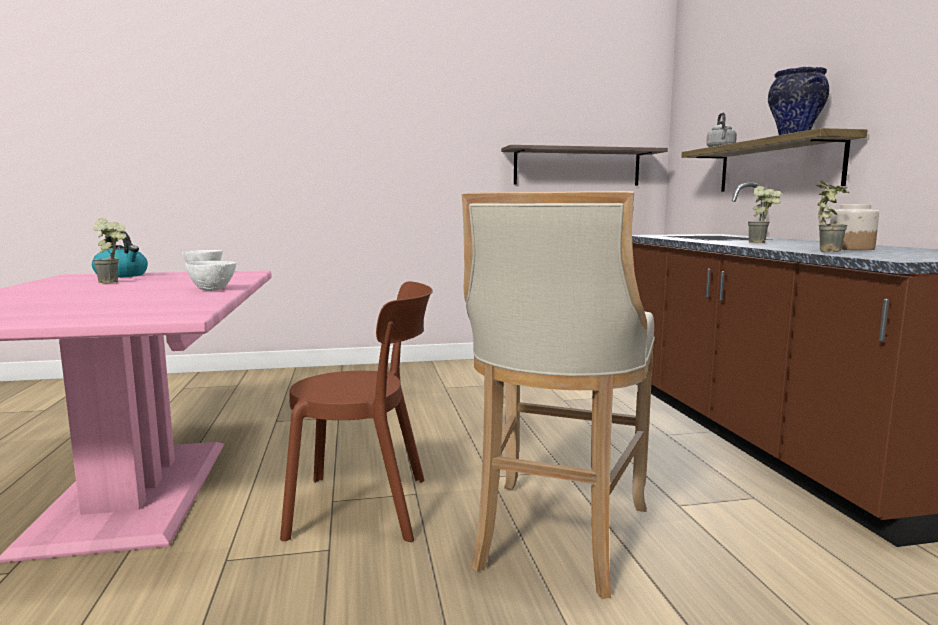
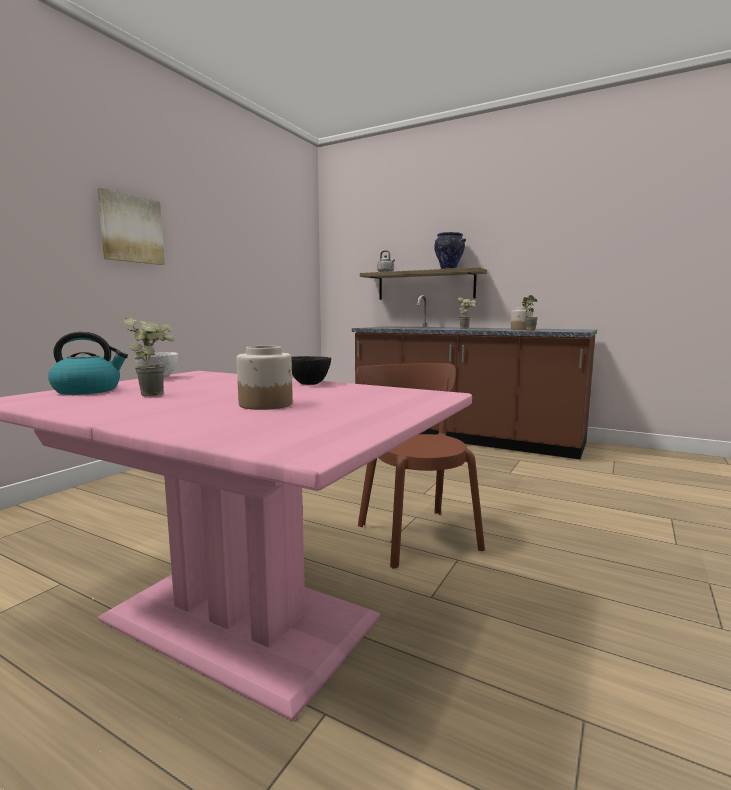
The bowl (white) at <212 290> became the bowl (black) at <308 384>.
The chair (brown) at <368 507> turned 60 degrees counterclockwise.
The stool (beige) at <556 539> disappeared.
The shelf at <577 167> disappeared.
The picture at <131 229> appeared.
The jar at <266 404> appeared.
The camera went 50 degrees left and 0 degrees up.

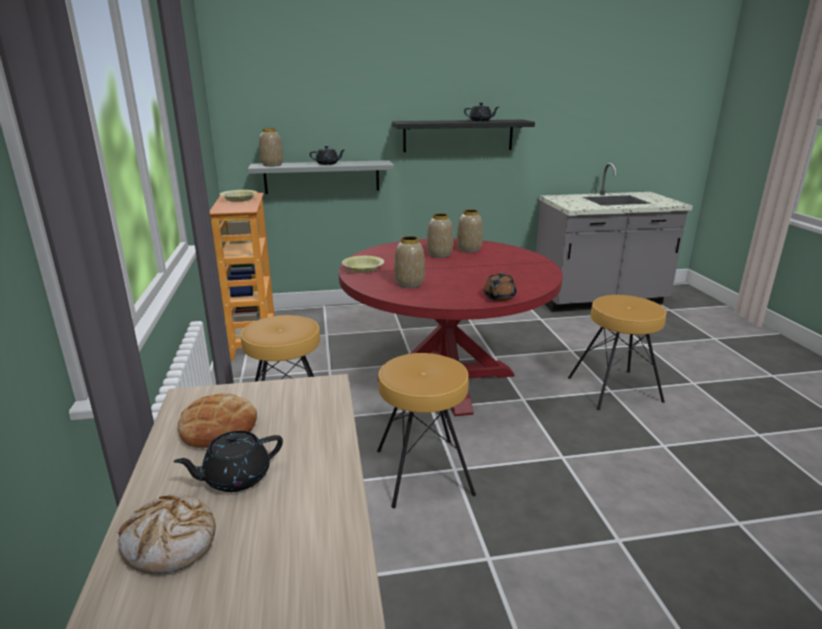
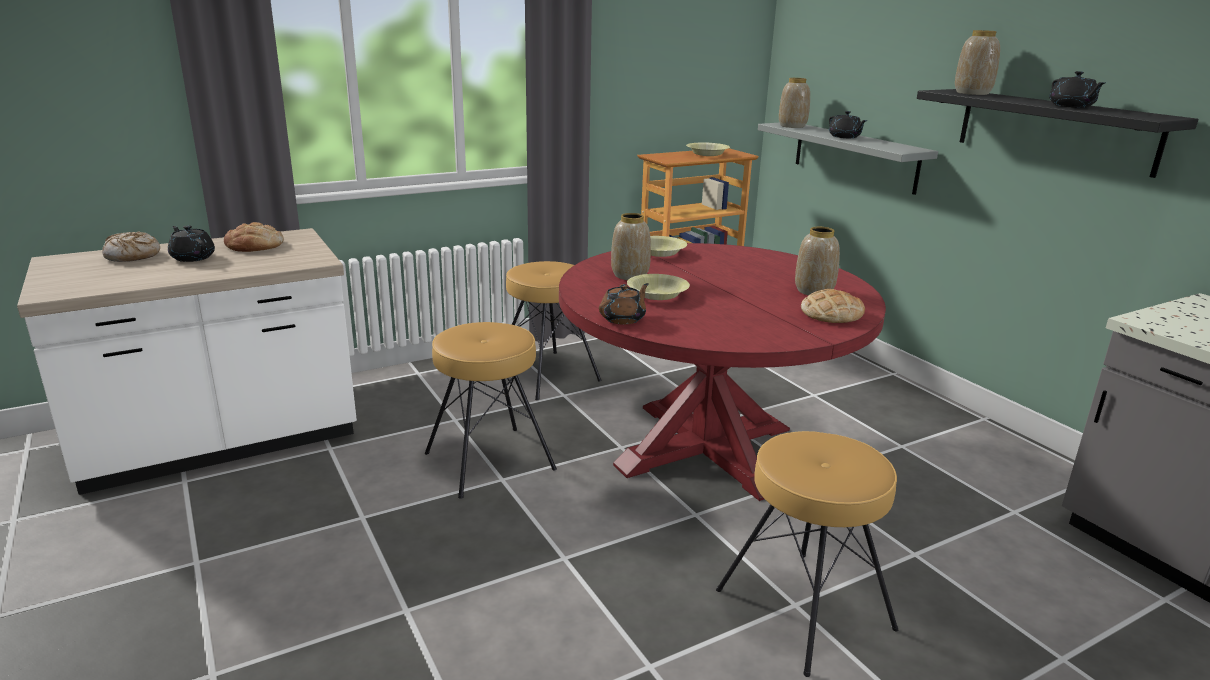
The vase moved from <439 255> to <972 93>.
The teapot (brown) at <499 297> turned 120 degrees clockwise.
The bowl (yellow) at <657 295> appeared.
The bread at <831 314> appeared.
The camera went 70 degrees right and 0 degrees up.

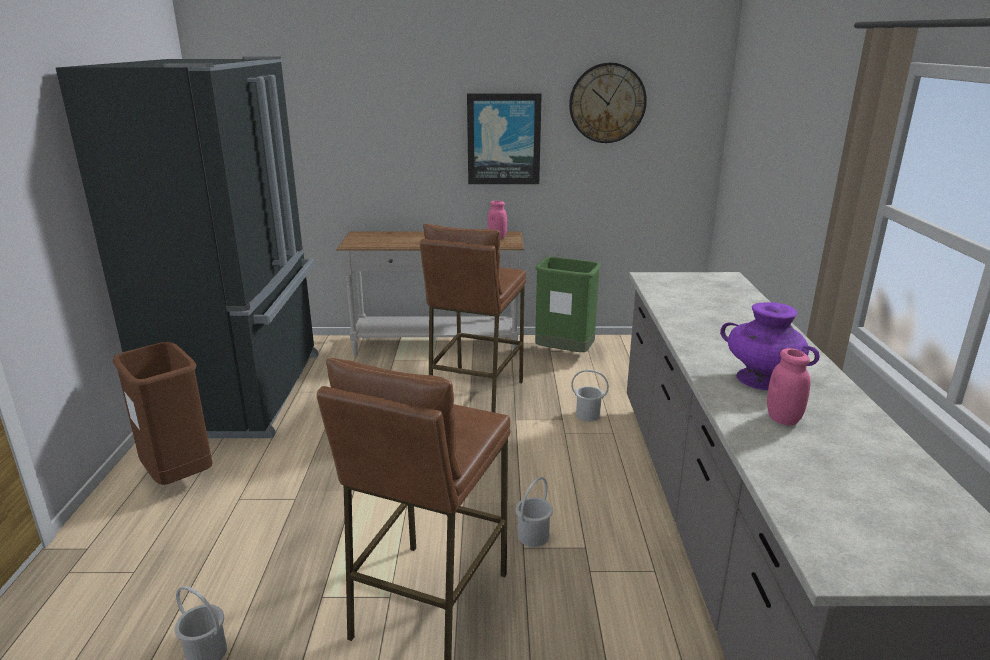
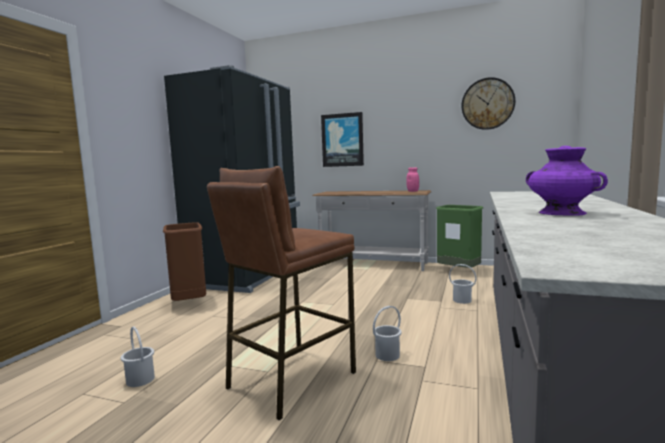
The stool (brown) at <475 395> disappeared.
The picture moved from <503 139> to <342 140>.
The jar (pink) at <783 419> disappeared.
The camera went 20 degrees right and 15 degrees down.

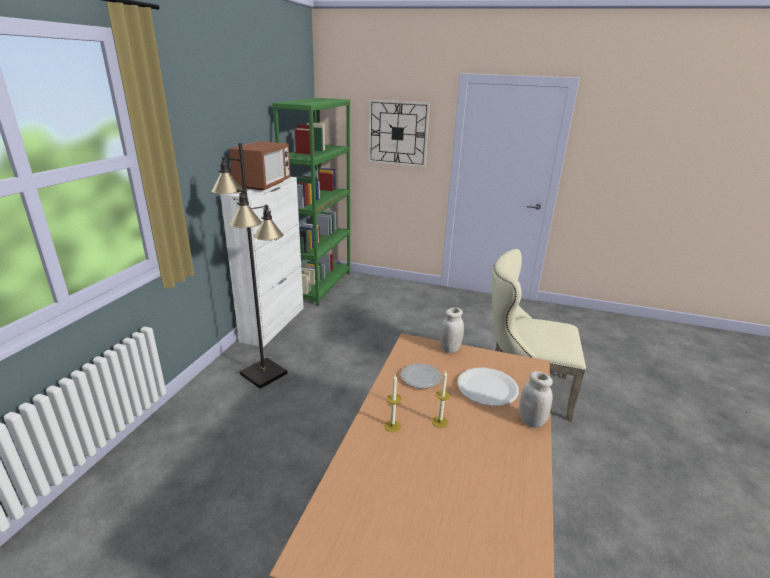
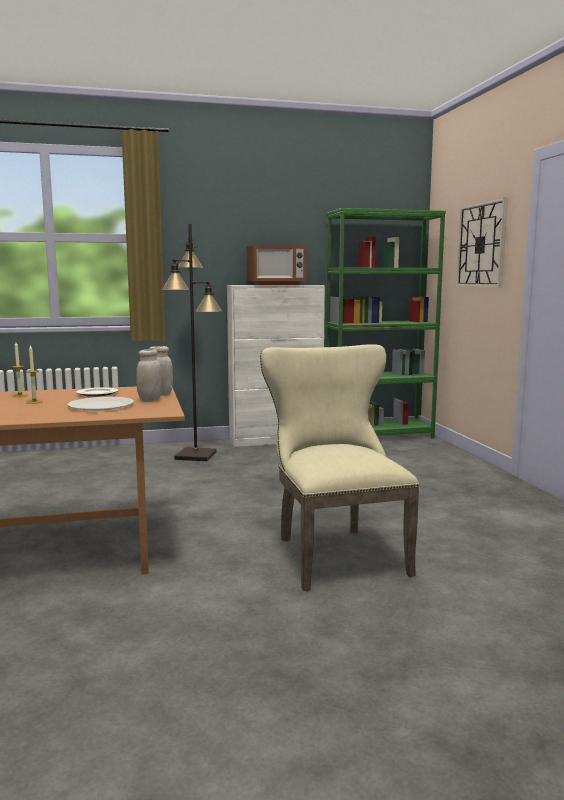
The jar (white) moved from <531 421> to <150 400>.
The camera went 60 degrees right and 15 degrees down.

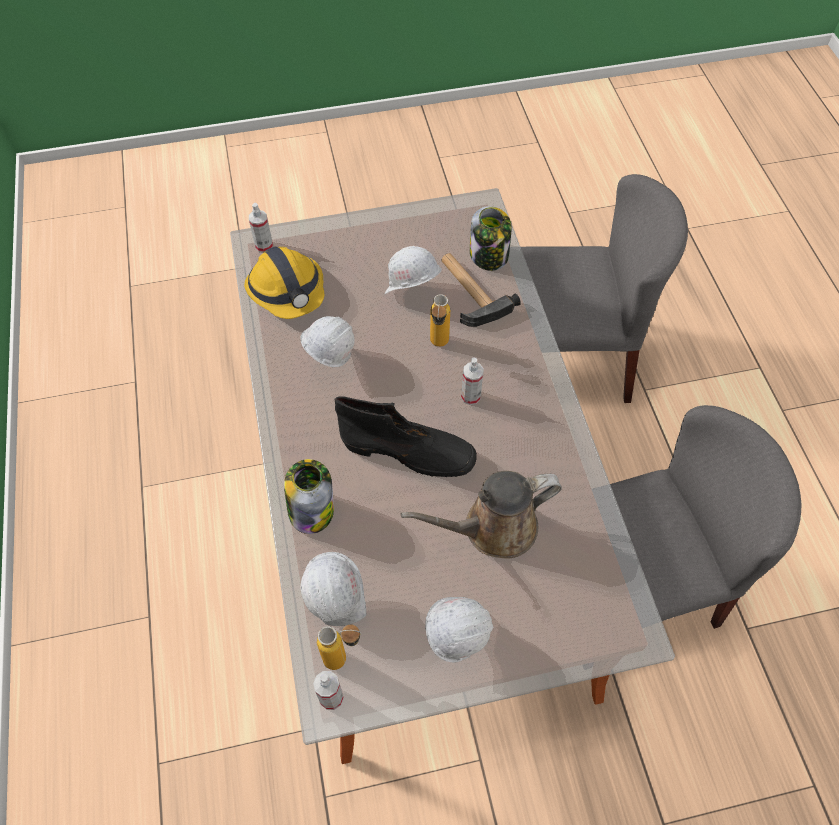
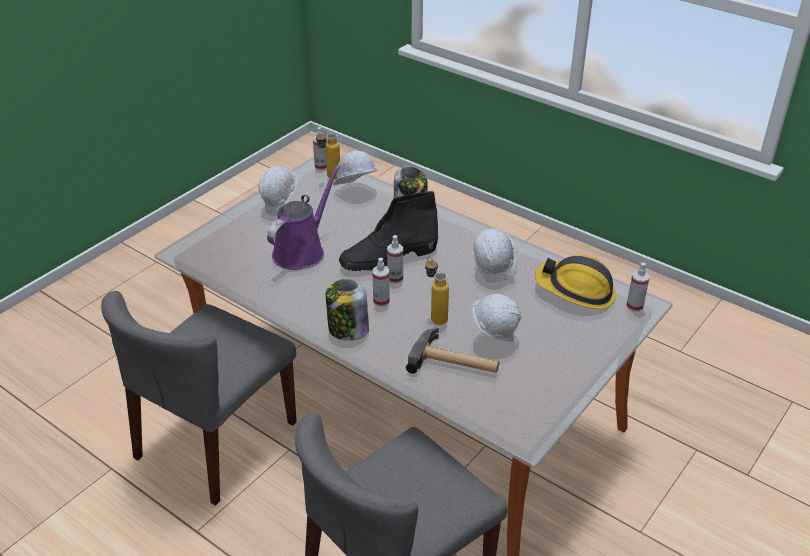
The watering can (brown) at <493 528> became the watering can (purple) at <302 251>.
The jar moved from <489 256> to <347 330>.
The spray bottle at <395 278> appeared.
The camera went 140 degrees right and 20 degrees down.

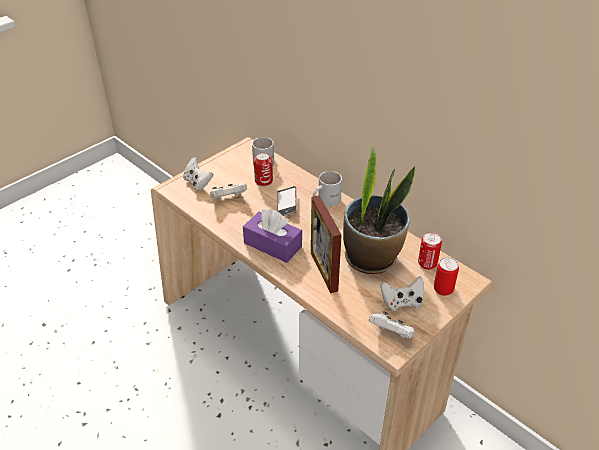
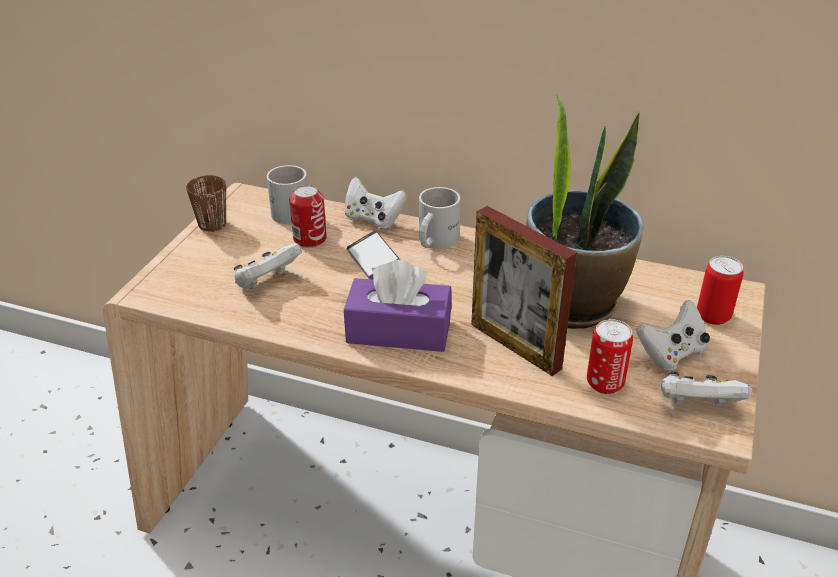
The game controller (white) moved from <197 183> to <373 219>.
The can moved from <427 264> to <604 383>.
The mug (brown) at <213 229> appeared.
The camera went 25 degrees left and 5 degrees down.

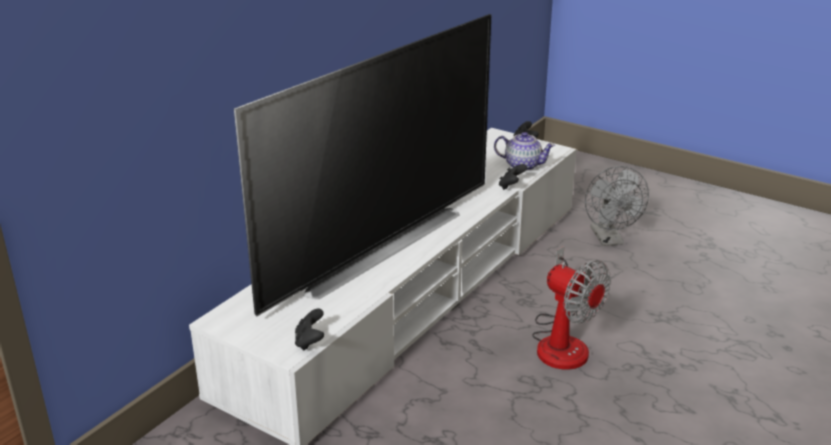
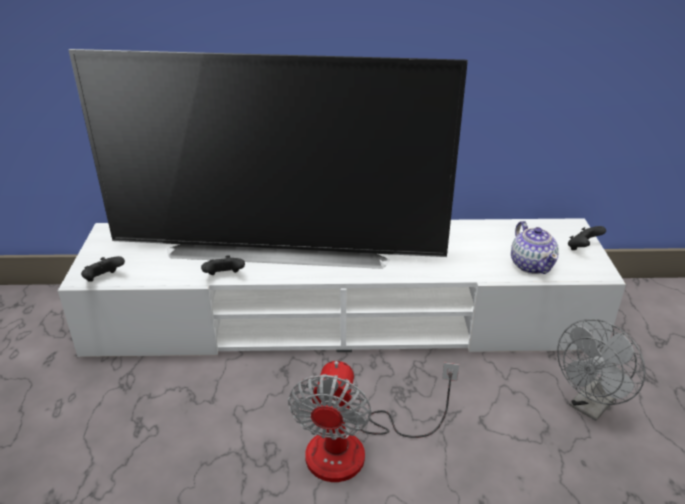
The game controller (black) moved from <511 186> to <224 276>.
The camera went 55 degrees right and 5 degrees up.

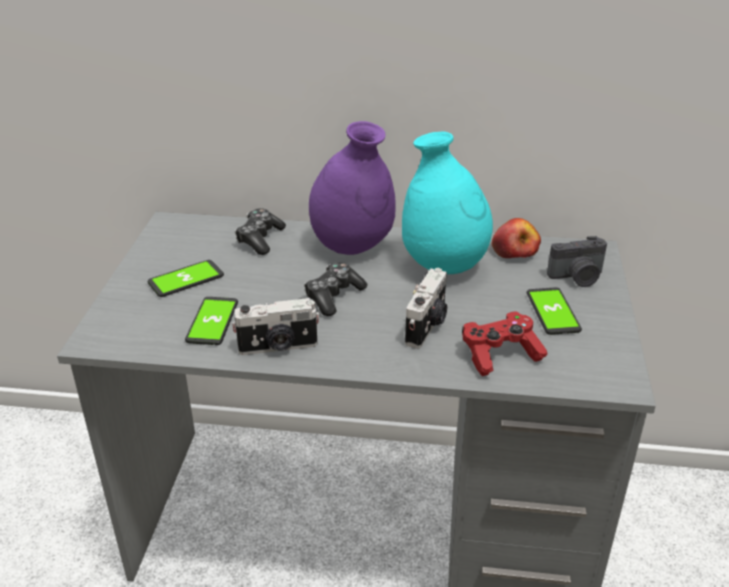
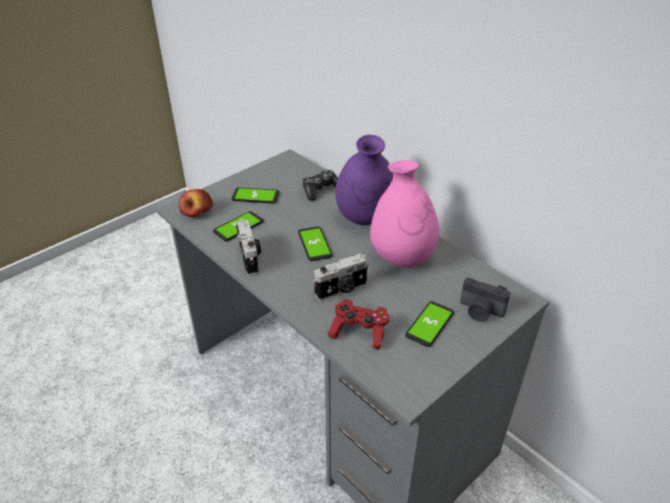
The photo camera at <278 347> turned 135 degrees counterclockwise.
The game controller at <333 296> was replaced by the phone at <315 244>.
The vase (turquoise) at <444 266> became the vase (pink) at <402 258>.
The apple moved from <515 250> to <197 211>.
The camera went 40 degrees right and 5 degrees up.

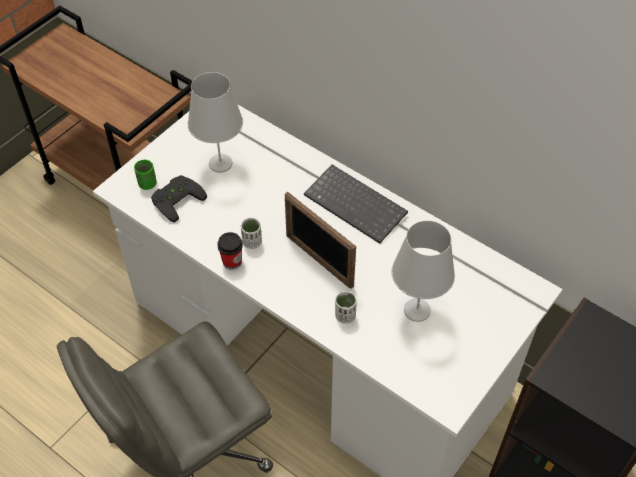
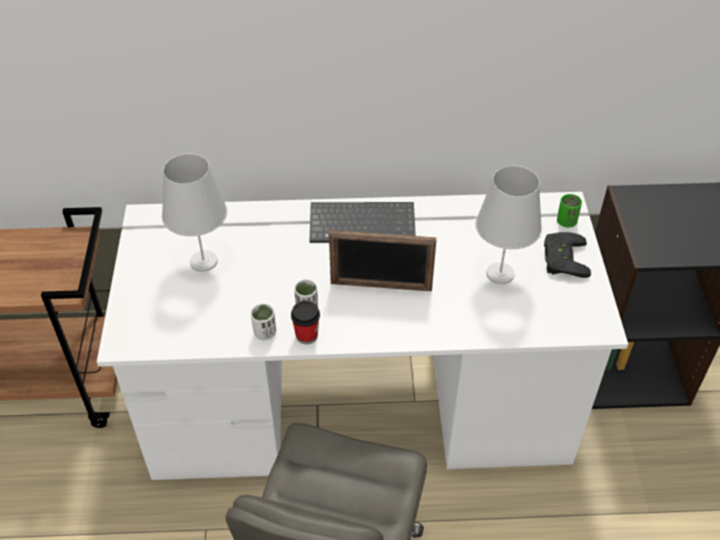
The cup (green) moved from <147 184> to <566 222>.
The game controller (black) moved from <176 199> to <561 258>.
The cup (white) moved from <345 316> to <265 333>.
The camera went 40 degrees left and 5 degrees down.

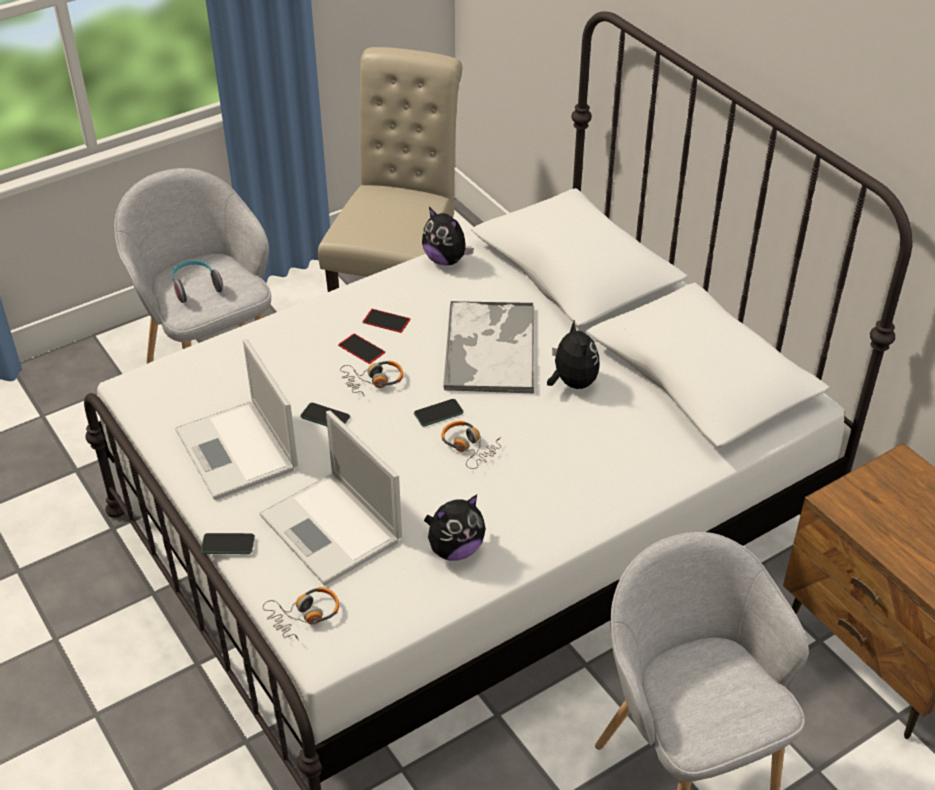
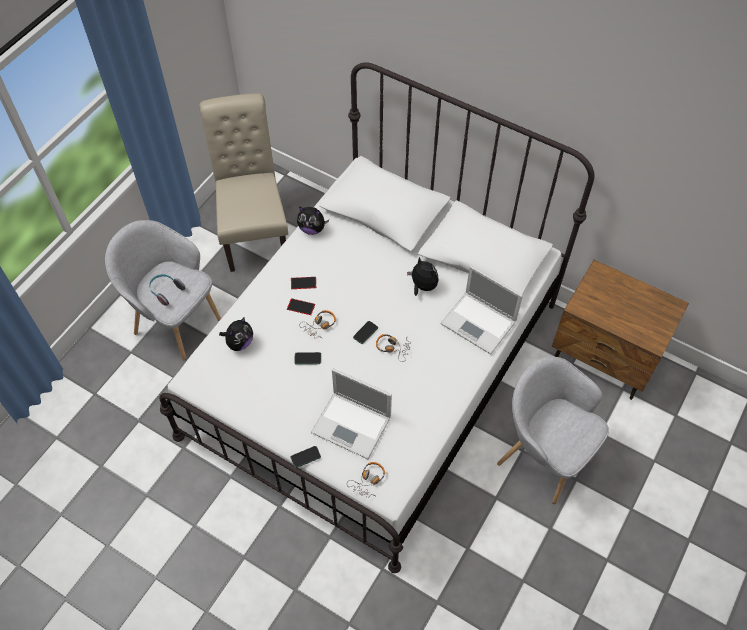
The laptop moved from <238 451> to <479 323>.
The plush toy moved from <455 549> to <239 343>.
The tray at <490 347> disappeared.
The camera went 25 degrees left and 15 degrees up.

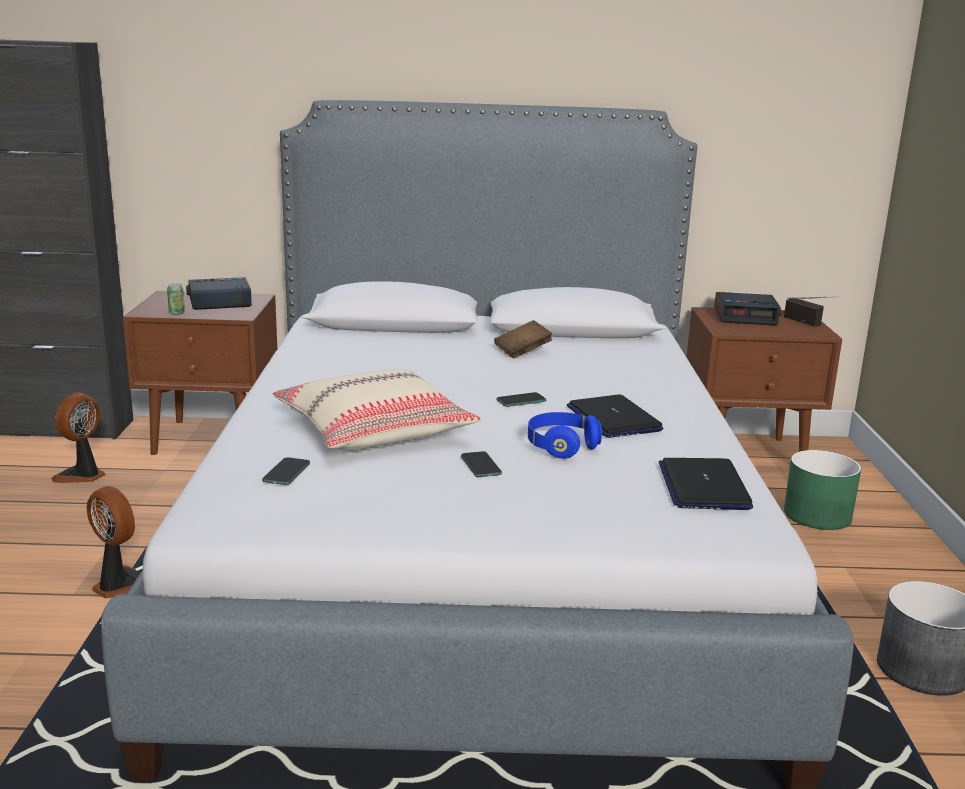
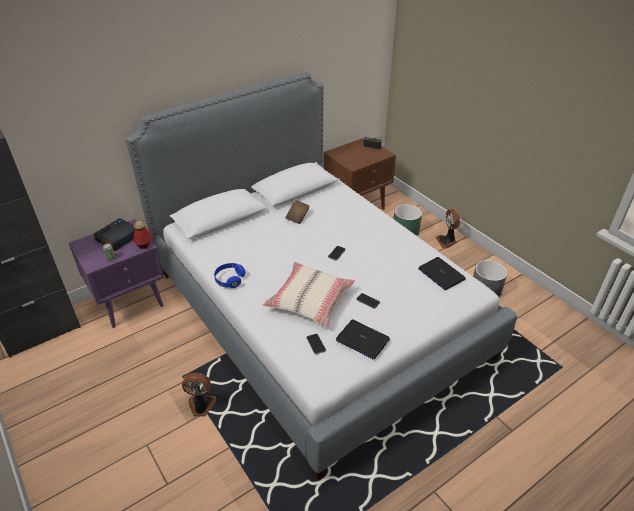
The fan moved from <82 475> to <447 241>.
The nightstand (brown) at <213 439> became the nightstand (purple) at <131 302>.
The headphones (blue) moved from <561 446> to <229 280>.
The laptop moved from <613 418> to <362 340>.
The alarm clock at <745 316> disappeared.
The bottle at <144 244> appeared.
The camera went 35 degrees left and 20 degrees up.

